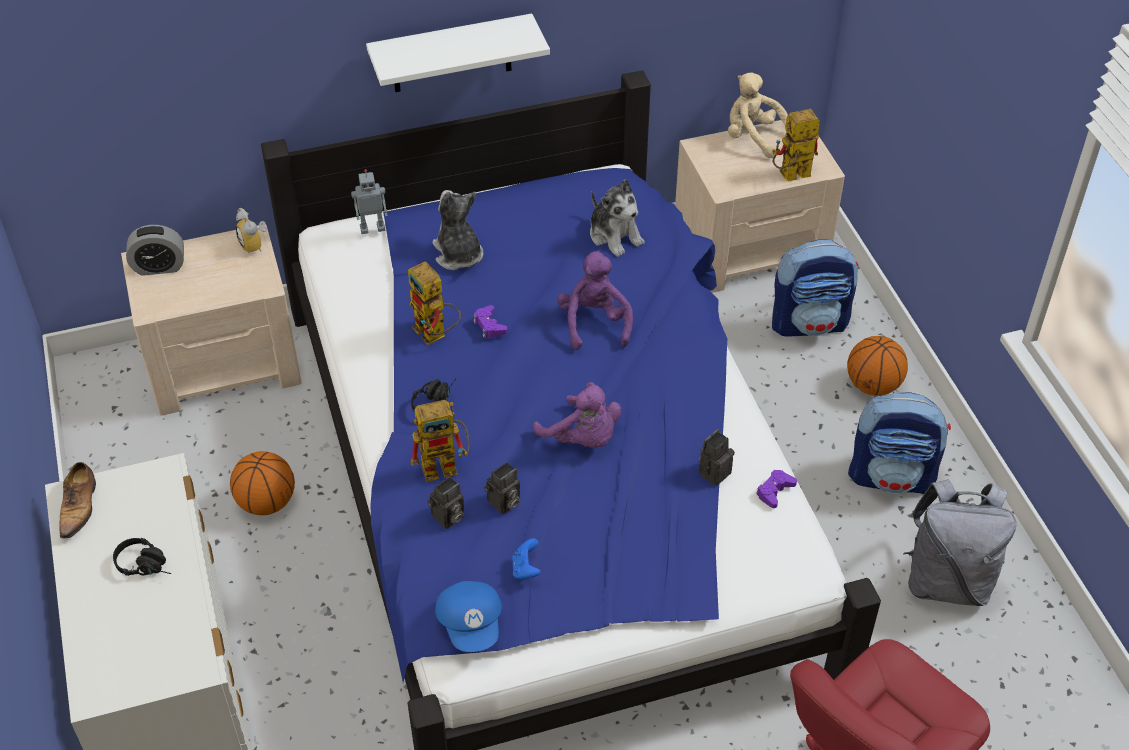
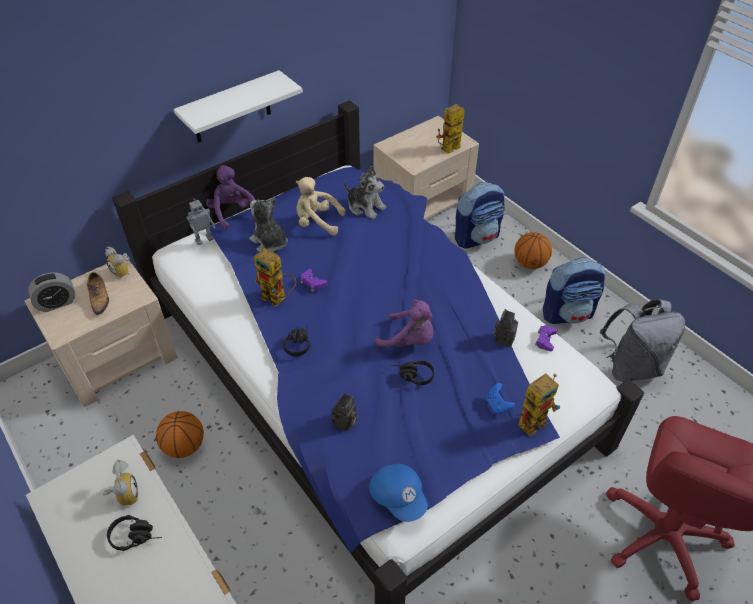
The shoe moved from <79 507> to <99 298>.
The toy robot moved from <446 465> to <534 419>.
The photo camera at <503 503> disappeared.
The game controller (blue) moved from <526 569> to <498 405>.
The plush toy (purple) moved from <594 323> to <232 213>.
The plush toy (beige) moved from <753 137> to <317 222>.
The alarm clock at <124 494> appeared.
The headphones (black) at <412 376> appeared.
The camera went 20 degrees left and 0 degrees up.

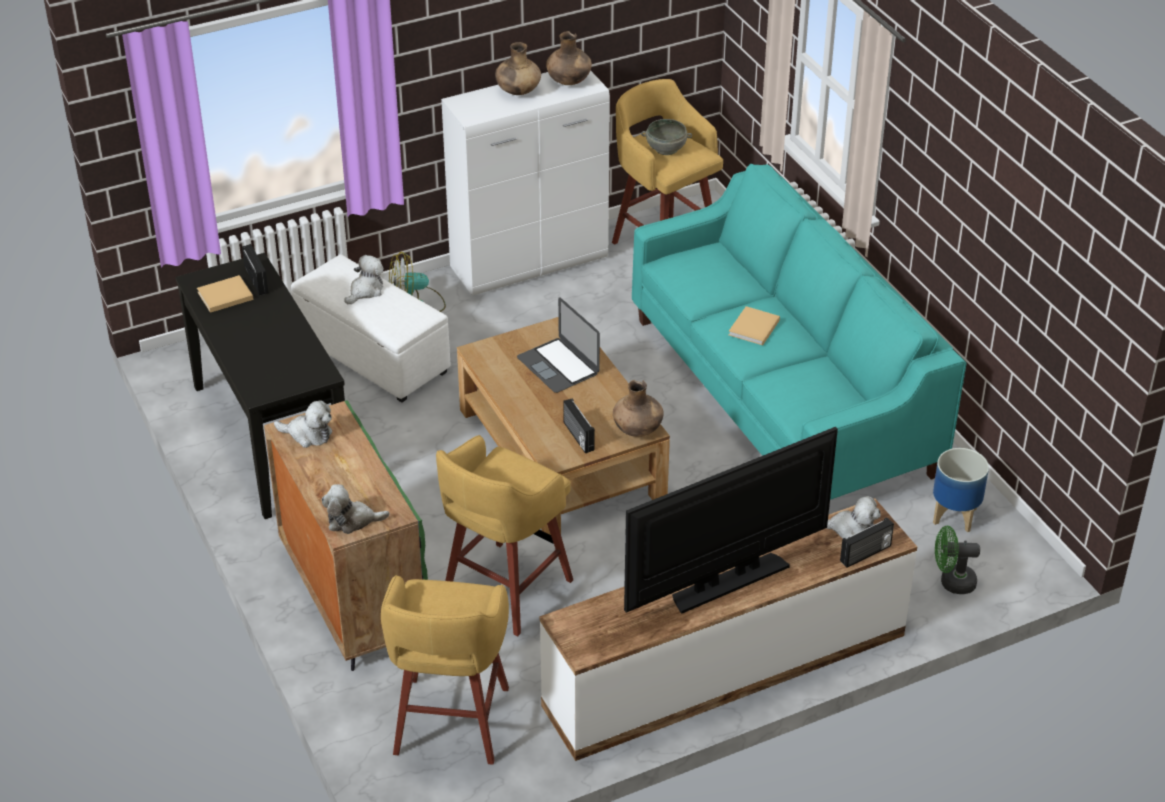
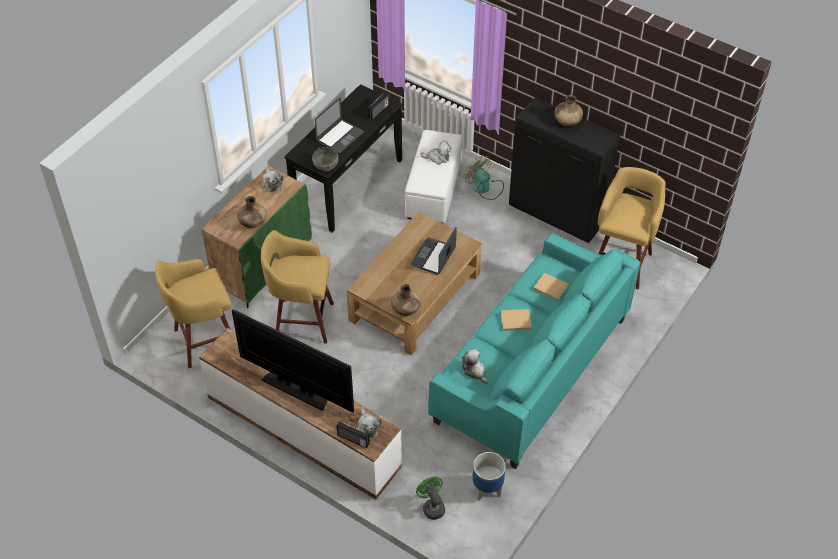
The book (beige) moved from <223 296> to <550 287>.
The plush toy moved from <352 520> to <474 371>.
The cabinet (white) at <530 264> became the cabinet (black) at <557 215>.
The vase (brown) moved from <569 81> to <253 223>.
The radio at <577 436> disappeared.
The bowl (grey) moved from <666 148> to <326 166>.
The laptop at <340 136> appeared.
The camera went 60 degrees right and 10 degrees up.

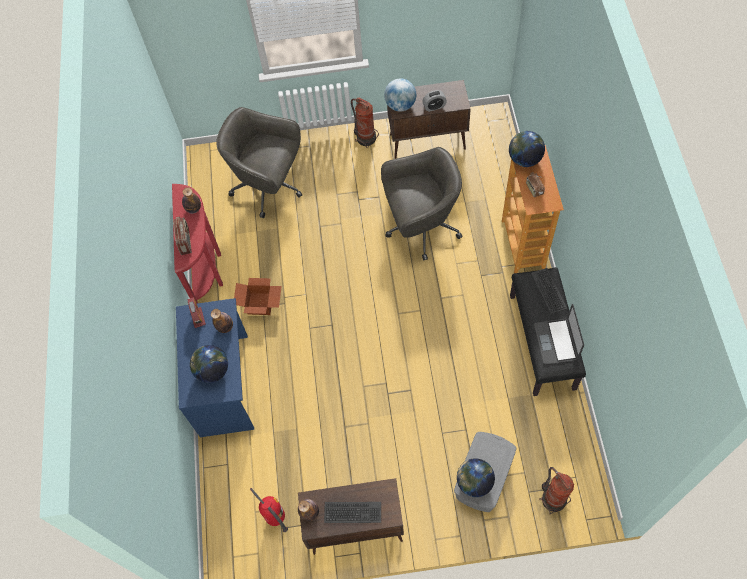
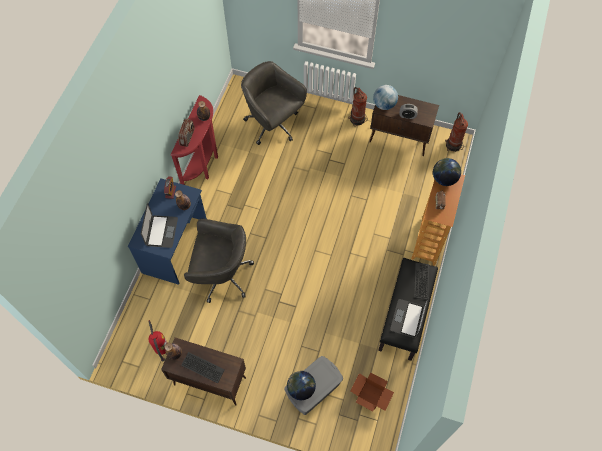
The globe at <213 371> was replaced by the laptop at <161 231>.
The cardboard box moved from <261 304> to <370 396>.
The office chair (grey) moved from <421 227> to <221 275>.
The fire extinguisher moved from <553 498> to <453 144>.
The camera went 20 degrees right and 0 degrees up.

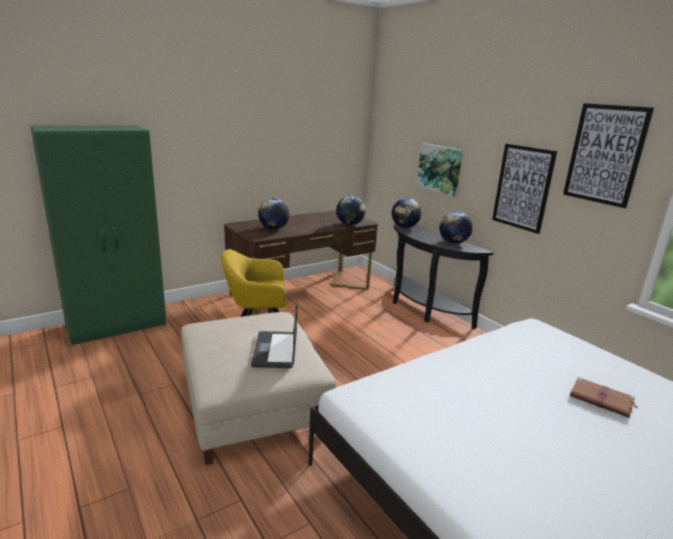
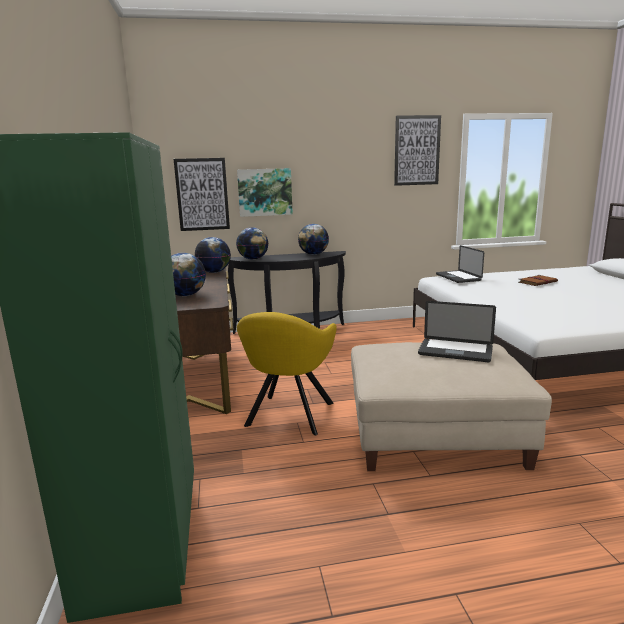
The picture moved from <523 187> to <202 194>.
The laptop at <458 277> appeared.
The camera went 65 degrees left and 5 degrees down.

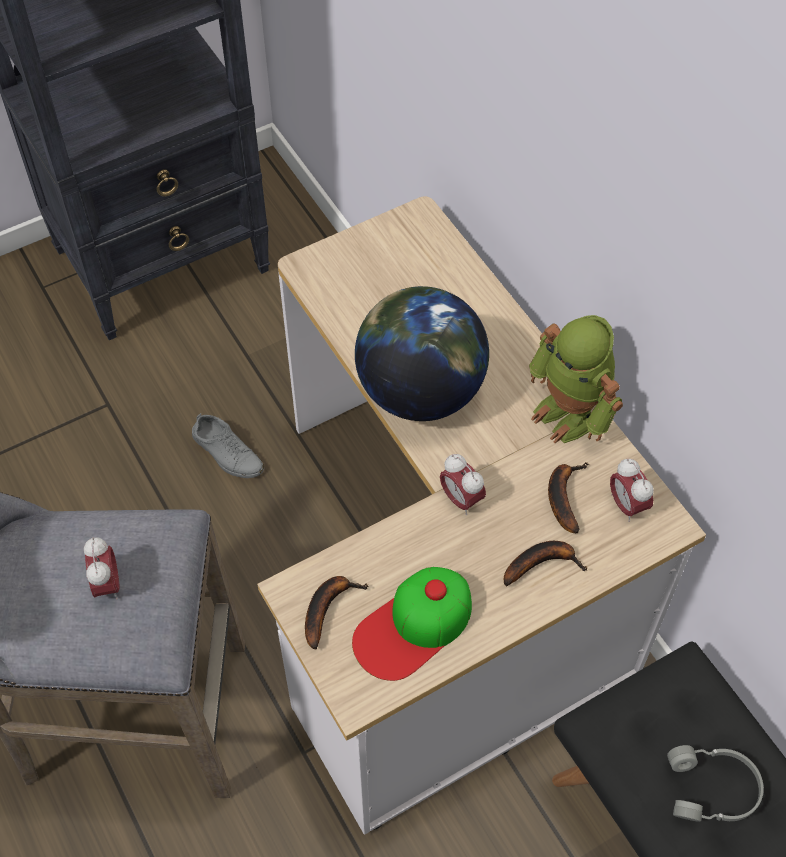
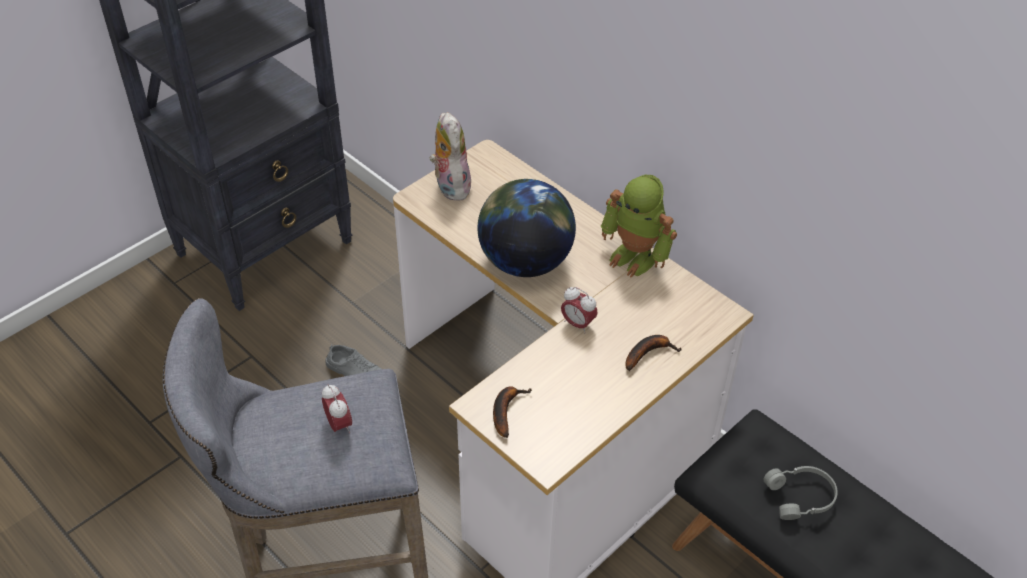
The cap at <414 626> disappeared.
The banana at <563 496> disappeared.
The alarm clock at <626 505> disappeared.
The plush toy at <450 186> appeared.
The camera went 15 degrees left and 10 degrees down.

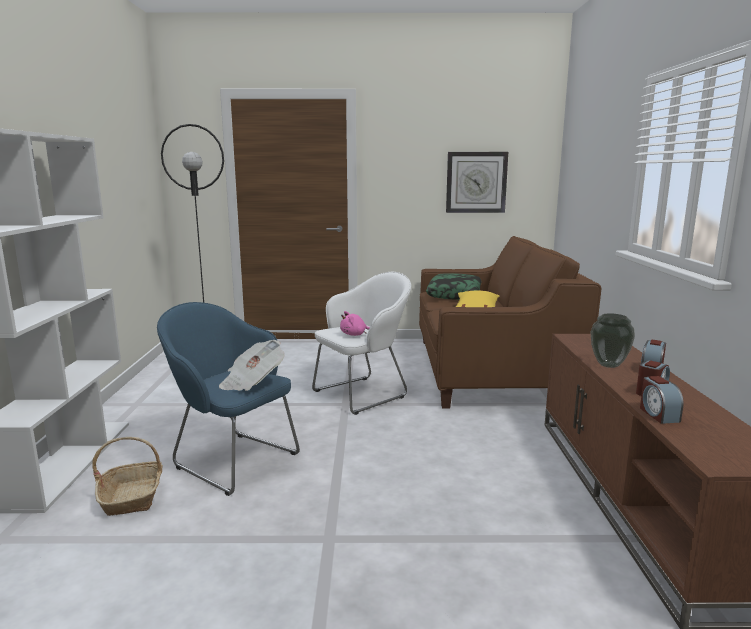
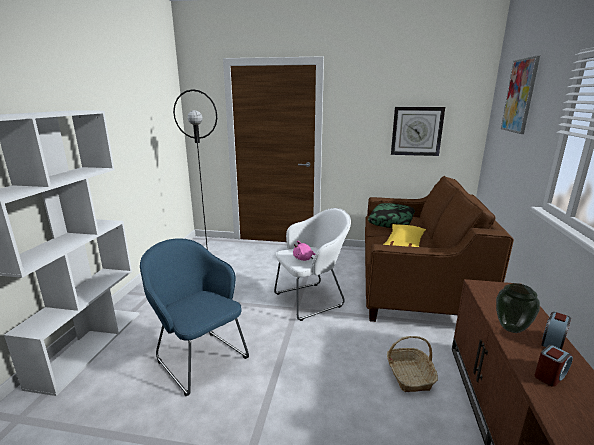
The basket moved from <132 496> to <409 375>.
The newspaper at <252 382> disappeared.
The alarm clock at <658 414> disappeared.
The picture at <520 96> appeared.
The camera went 10 degrees right and 5 degrees up.

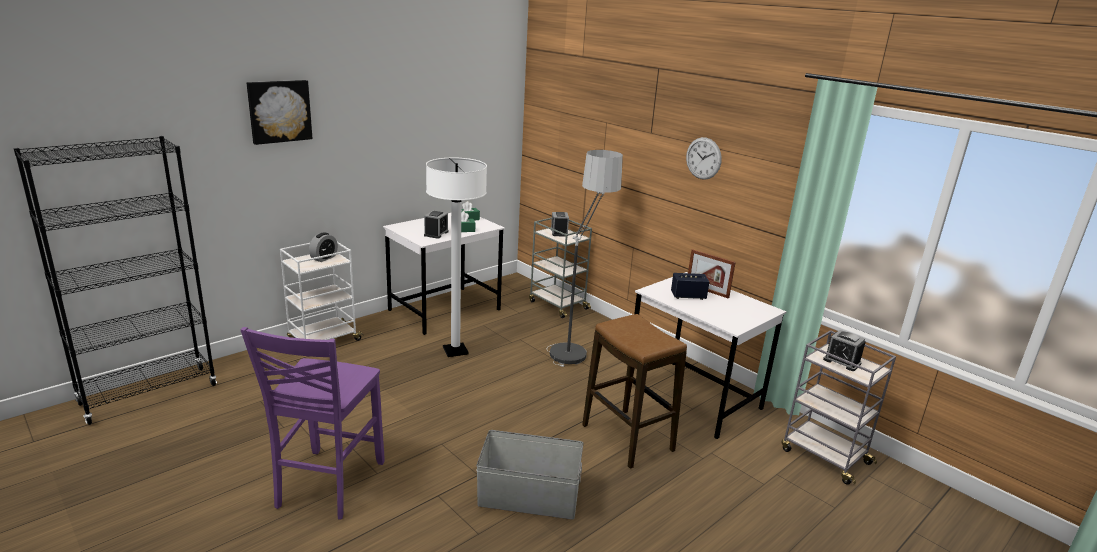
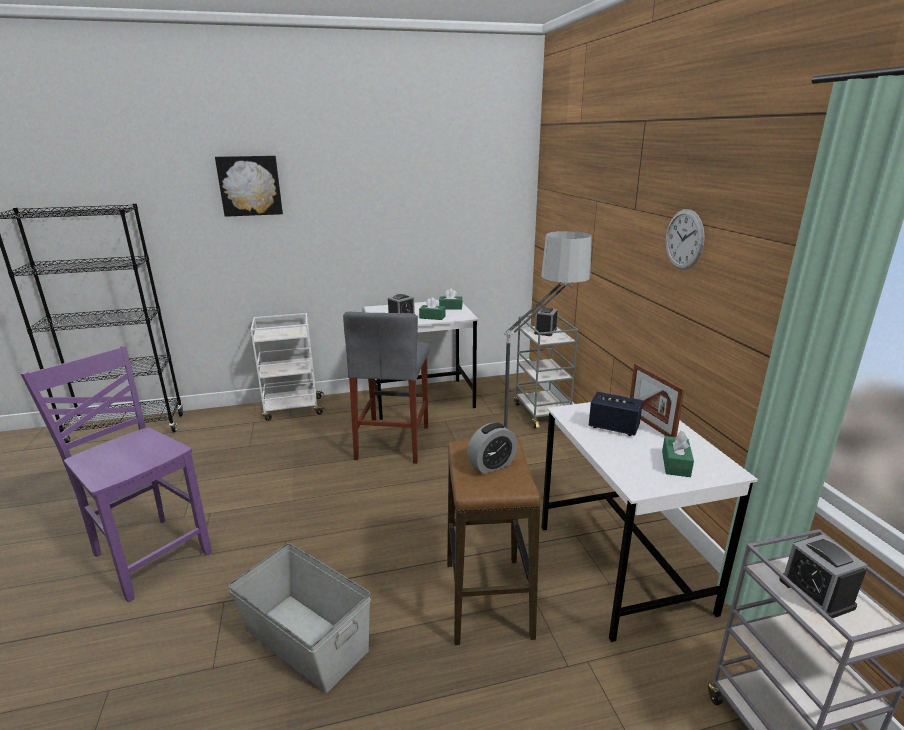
The chair (purple) at <328 485> turned 90 degrees clockwise.
The alarm clock moved from <324 258> to <492 465>.
The floor lamp (white) at <455 351> was replaced by the stool (grey) at <393 442>.
The tissue box (green) at <675 464> appeared.
The camera went 30 degrees right and 0 degrees up.

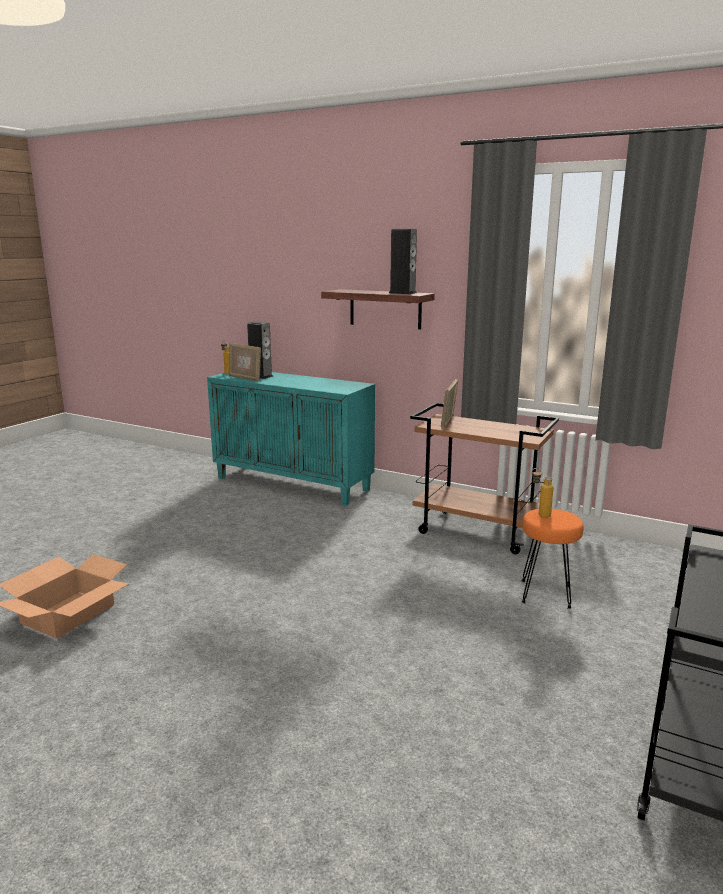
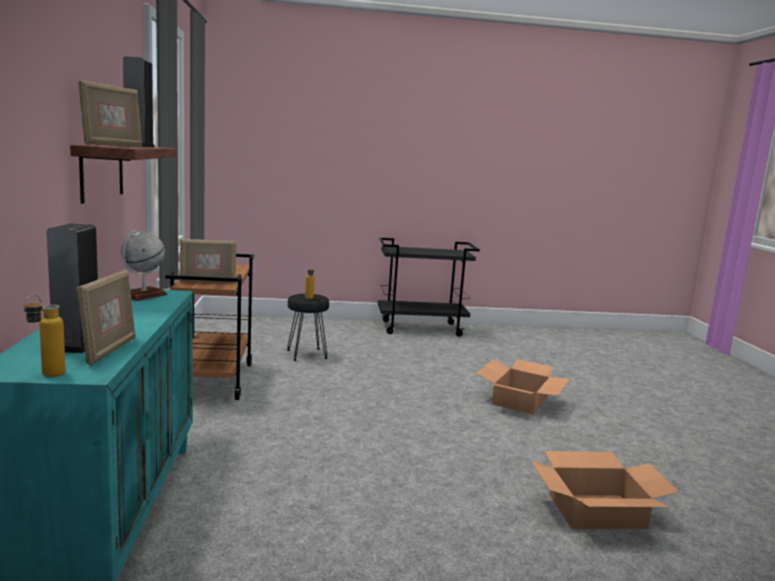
The stool (orange) at <546 593> became the stool (black) at <306 354>.
The picture frame at <112 146> appeared.
The globe at <143 295> appeared.
The cardboard box at <520 400> appeared.
The camera went 125 degrees left and 5 degrees down.

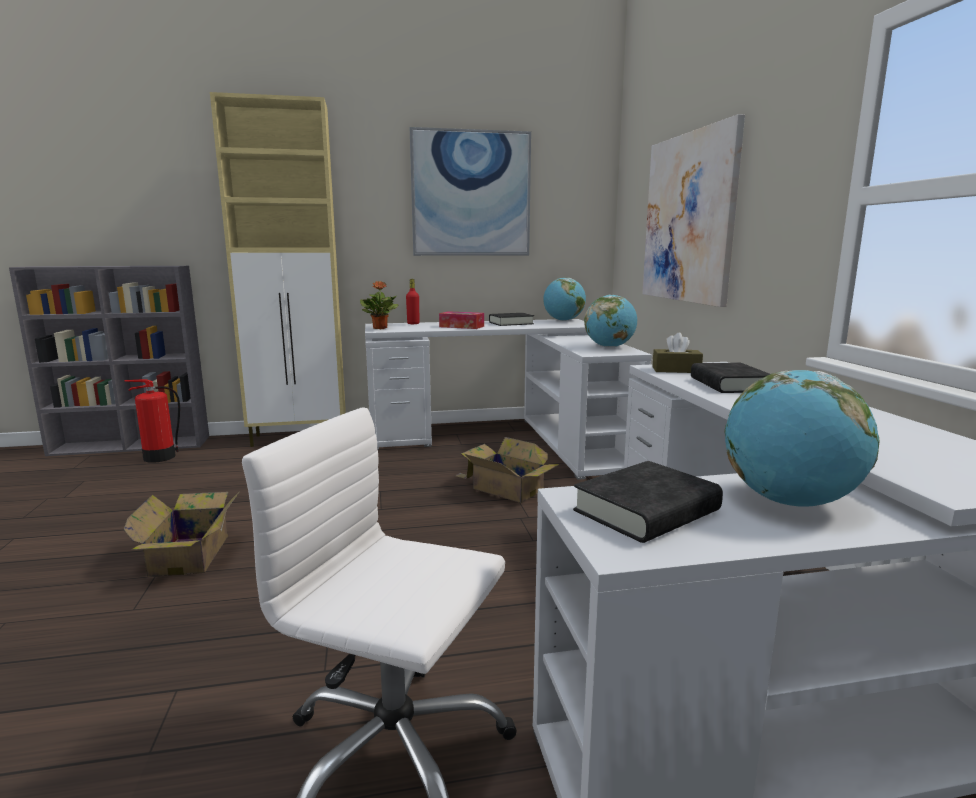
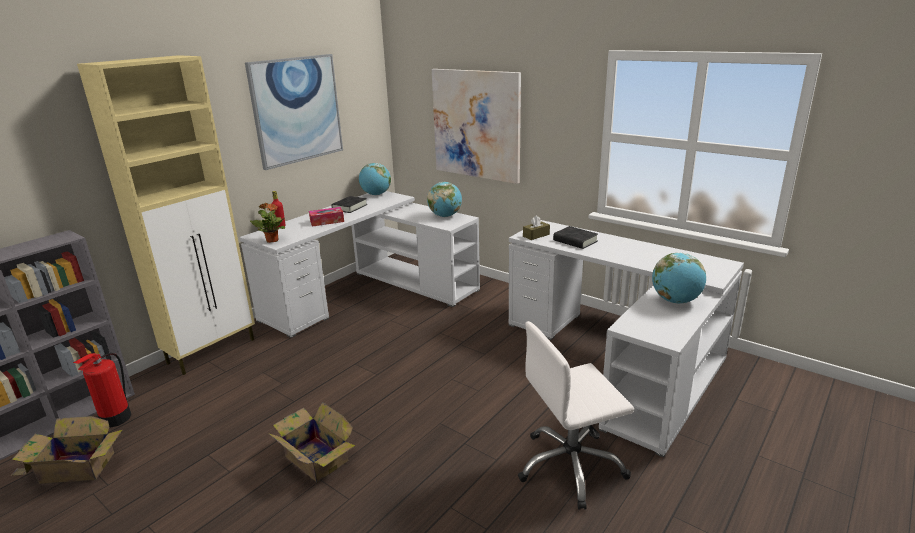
The cardboard box moved from <506 488> to <75 468>.
The book (black) at <646 511> disappeared.
The camera went 40 degrees left and 10 degrees up.

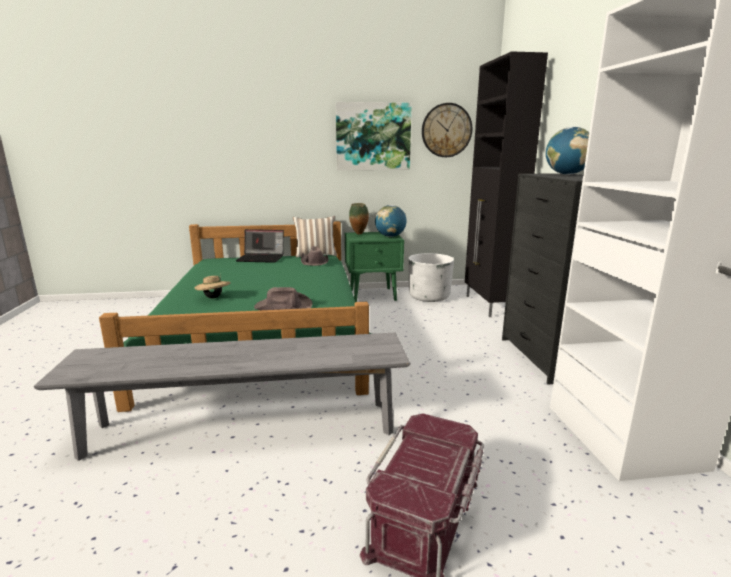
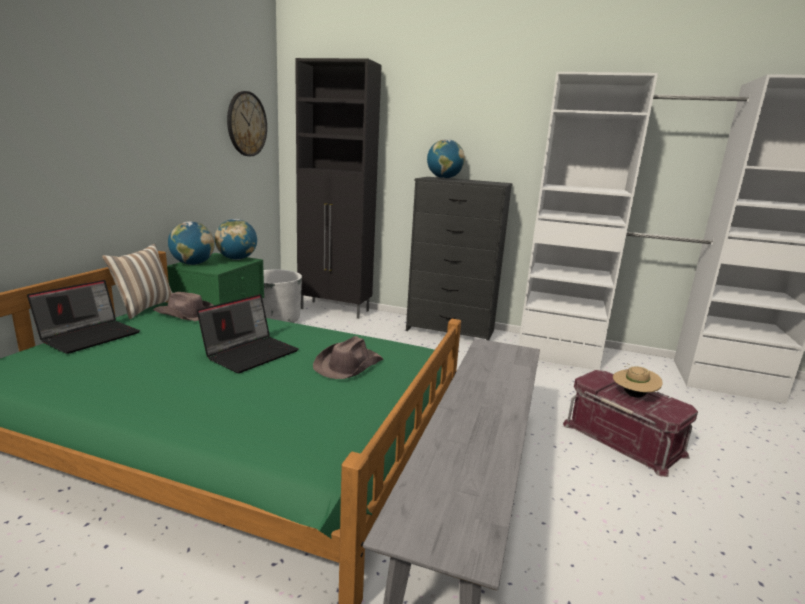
The hat (beige) moved from <214 297> to <633 395>.
The picture at <373 137> disappeared.
The vase at <359 234> was replaced by the globe at <193 264>.
The laptop at <251 353> appeared.
The camera went 65 degrees left and 0 degrees up.

